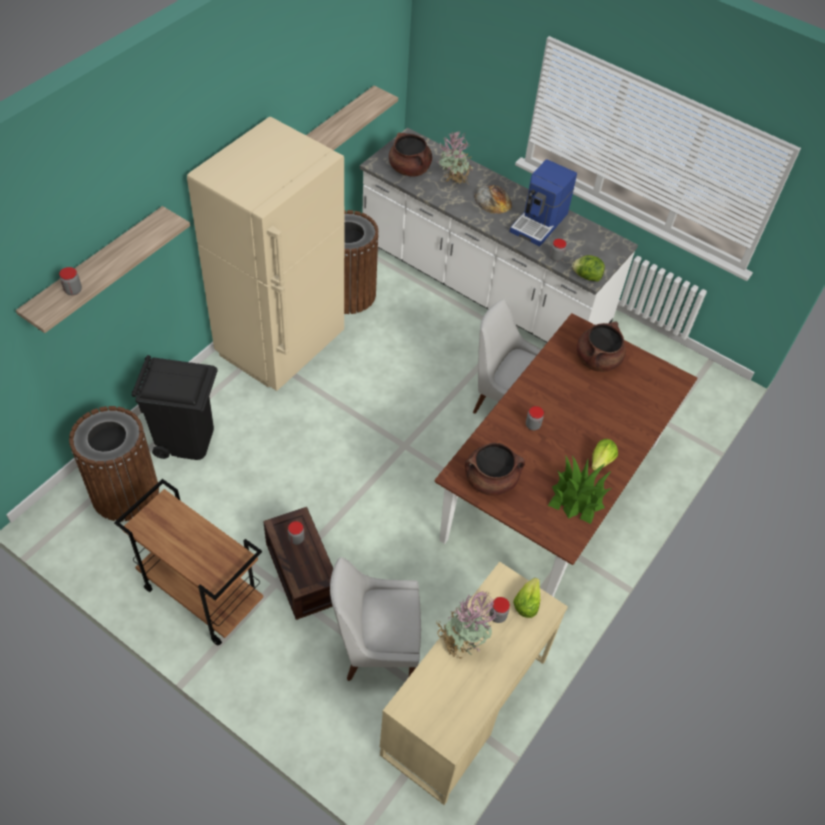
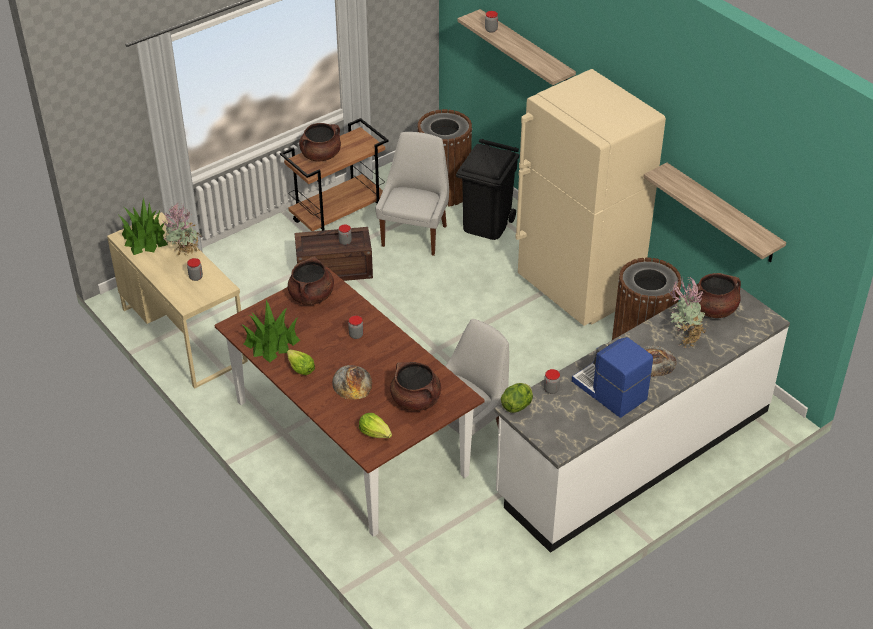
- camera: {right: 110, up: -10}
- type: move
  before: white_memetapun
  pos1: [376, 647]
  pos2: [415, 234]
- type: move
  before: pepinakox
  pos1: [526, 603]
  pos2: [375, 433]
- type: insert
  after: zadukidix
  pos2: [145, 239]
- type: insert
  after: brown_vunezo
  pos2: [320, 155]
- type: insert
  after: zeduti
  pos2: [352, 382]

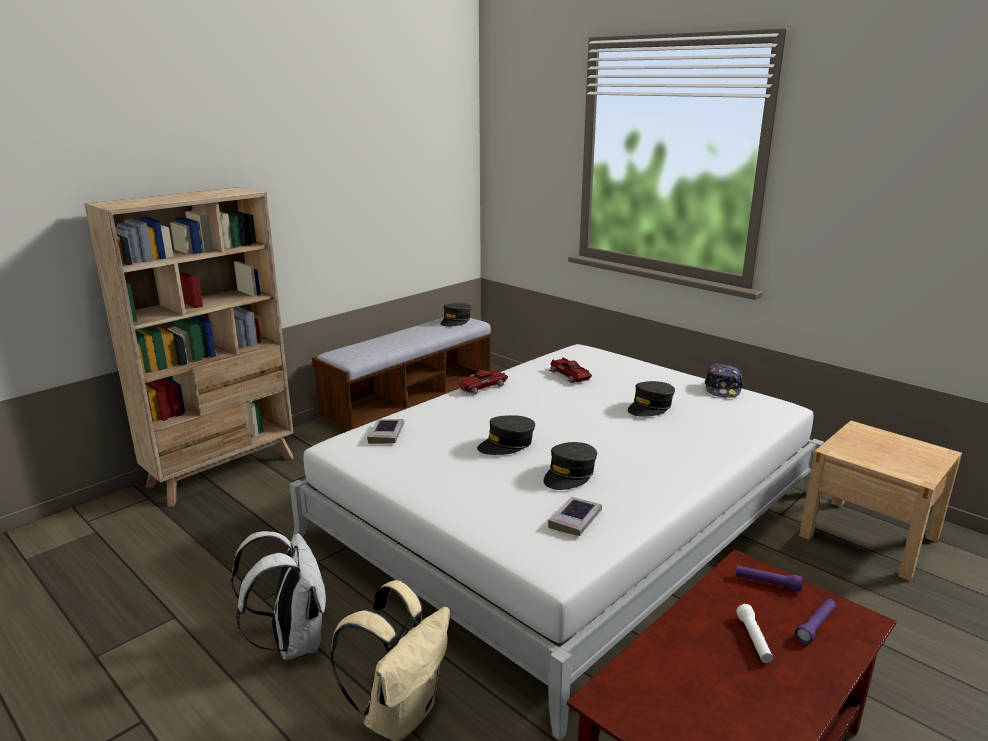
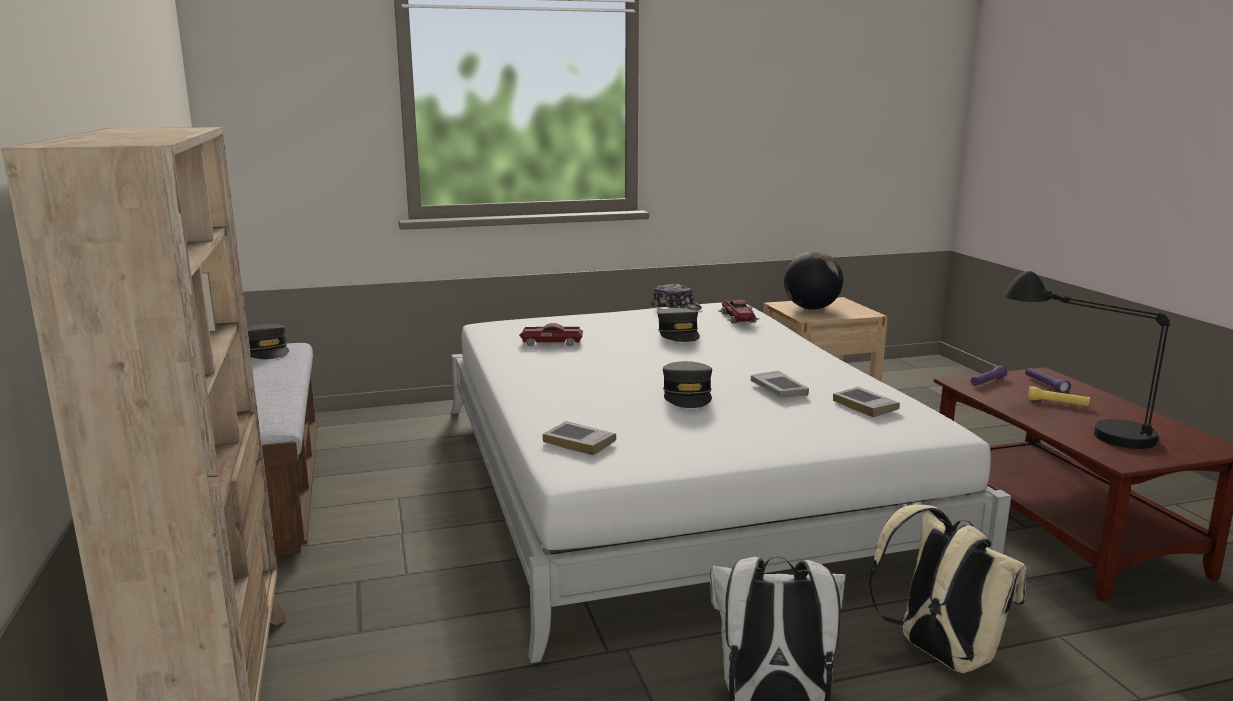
- camera: {right: -60, up: -5}
- type: move
  before: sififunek
  pos1: [482, 387]
  pos2: [738, 318]
- type: replace
  before: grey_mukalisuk
  after: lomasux
  pos1: [569, 475]
  pos2: [778, 389]
- type: recolor
  before: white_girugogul
  after: yellow_girugogul
  pos1: [754, 639]
  pos2: [1057, 403]
- type: insert
  after: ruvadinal
  pos2: [811, 308]
- type: insert
  after: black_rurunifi
  pos2: [1073, 424]

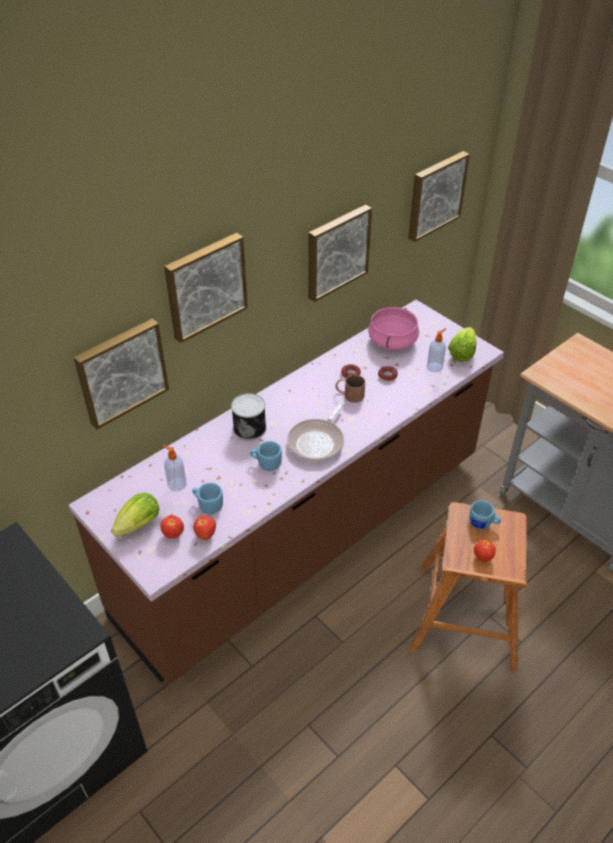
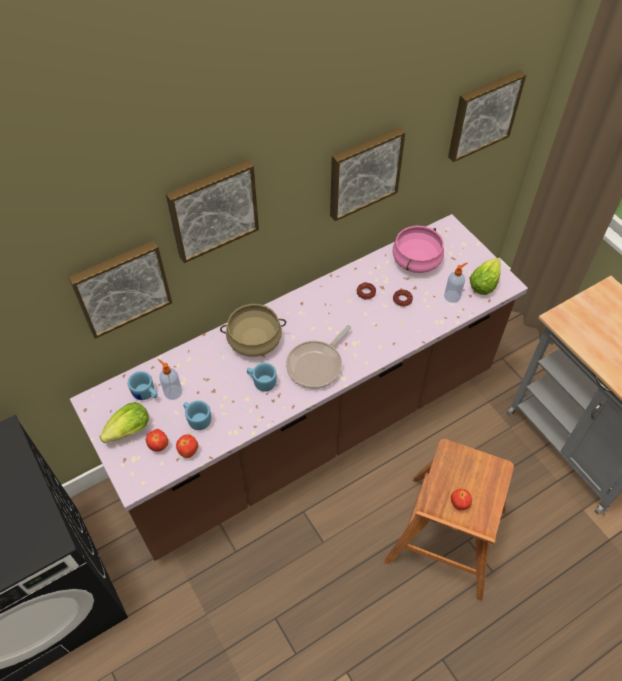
- camera: {right: 10, up: 10}
- type: replace
  before: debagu
  after: beige_vunezo
  pos1: [250, 428]
  pos2: [255, 340]
- type: delete
  before: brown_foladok
  pos1: [349, 394]
- type: move
  before: blue_foladok
  pos1: [483, 524]
  pos2: [146, 394]

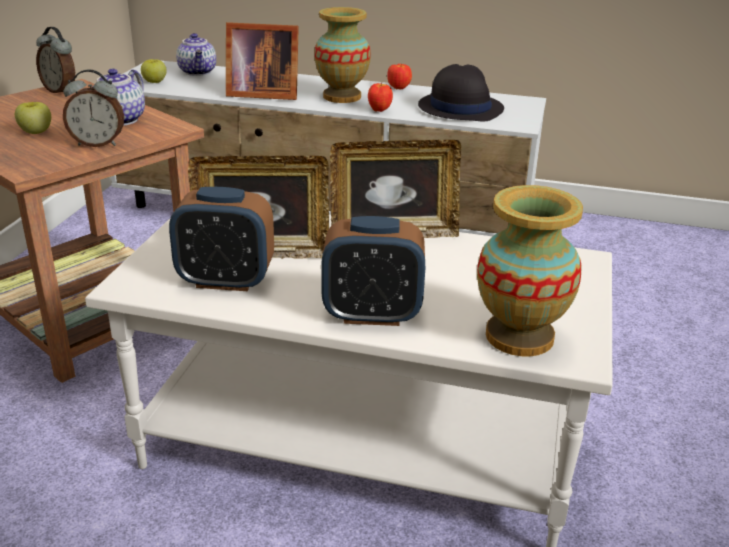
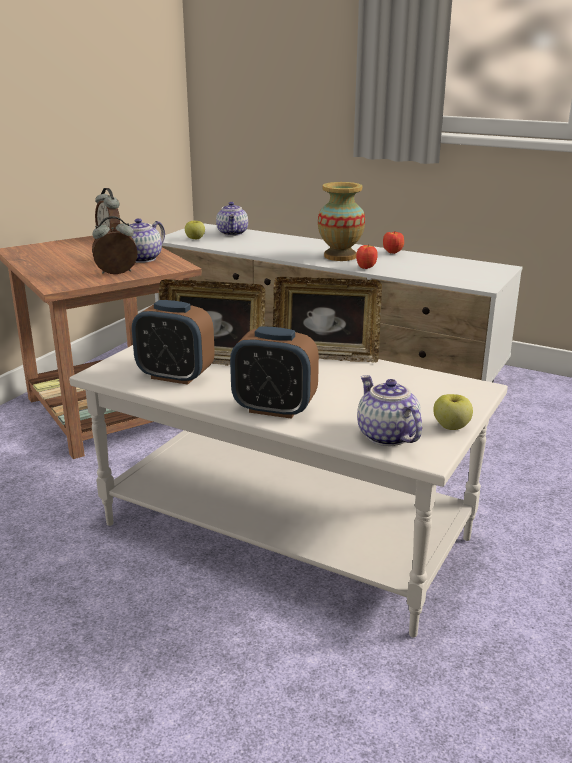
- camera: {right: 15, up: -5}
- type: move
  before: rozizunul
  pos1: [36, 132]
  pos2: [451, 427]
- type: rotate
  before: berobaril
  pos1: [98, 144]
  pos2: [117, 273]
  turn: 150
- type: delete
  before: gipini
  pos1: [261, 94]
- type: delete
  before: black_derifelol
  pos1: [460, 108]
- type: replace
  before: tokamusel
  after: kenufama
  pos1: [519, 337]
  pos2: [385, 436]

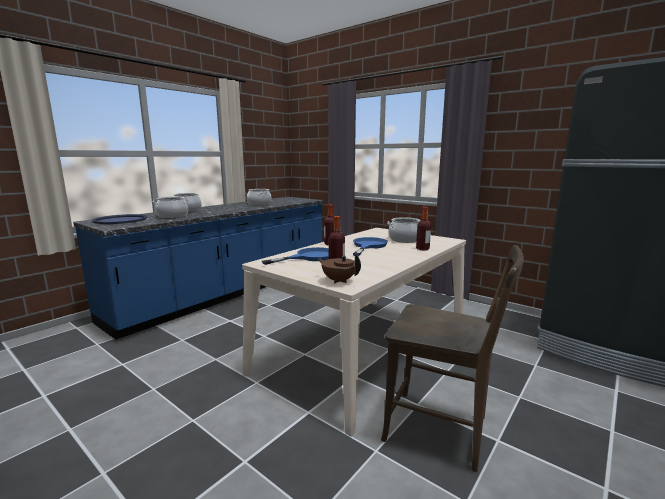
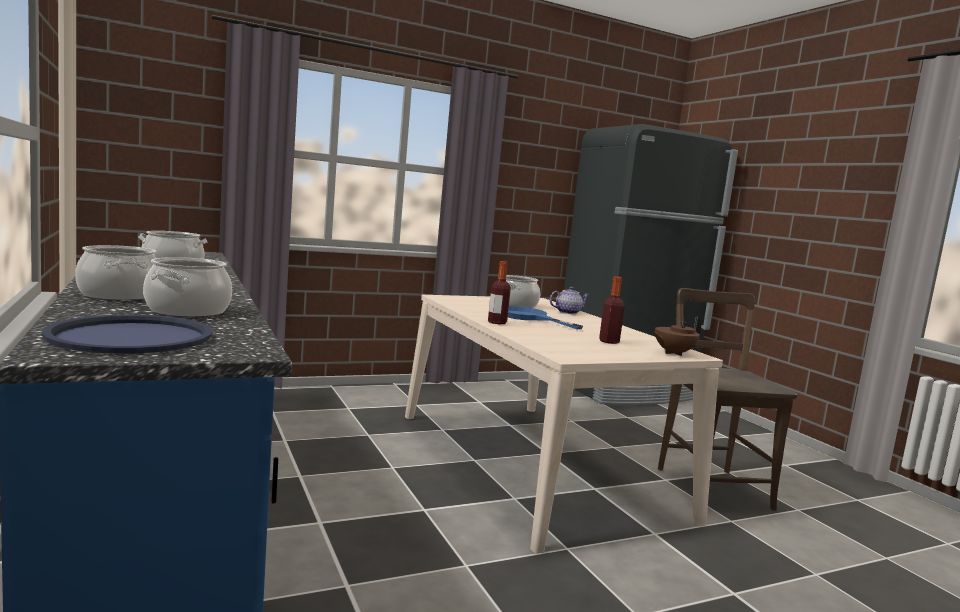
- camera: {right: -65, up: -5}
- type: delete
  before: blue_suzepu
  pos1: [309, 257]
- type: rotate
  before: brown_memetapun
  pos1: [442, 430]
  pos2: [710, 485]
  turn: -60
- type: replace
  before: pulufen
  after: kenufama
  pos1: [422, 249]
  pos2: [567, 312]

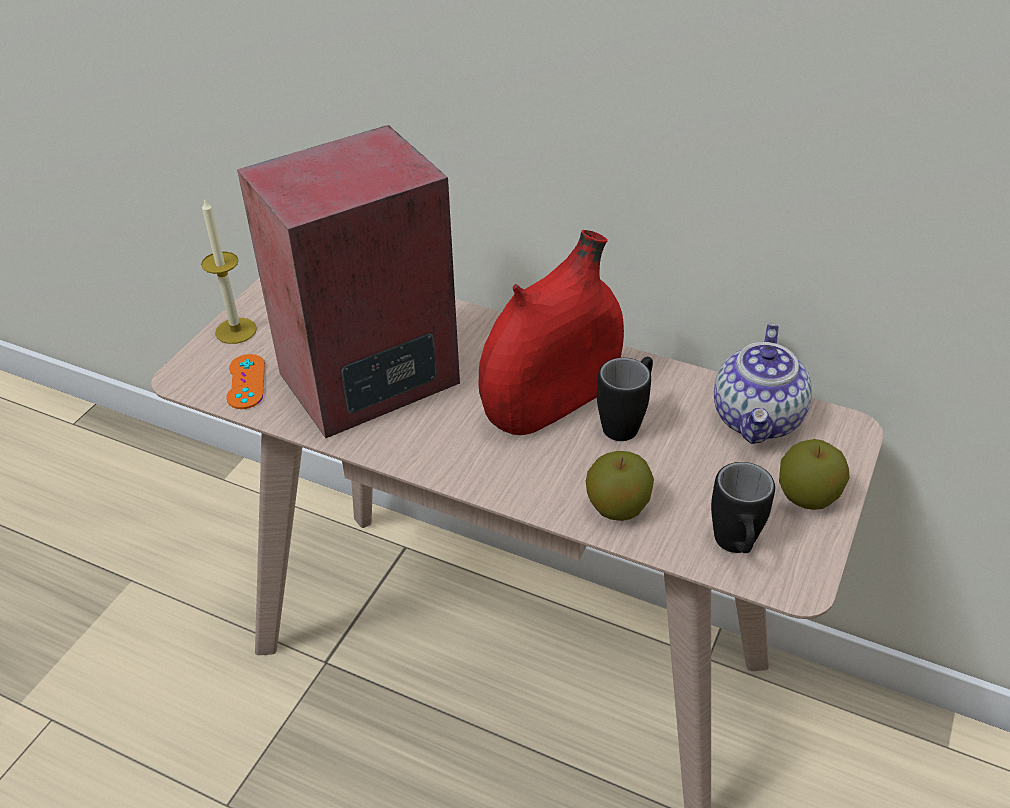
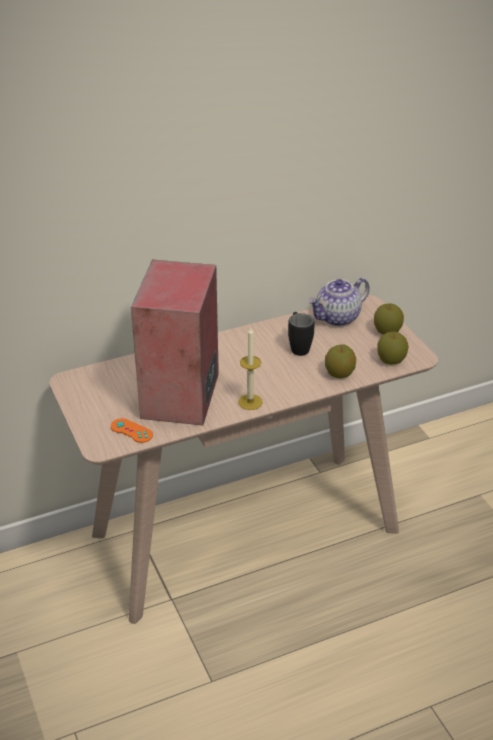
- camera: {right: -50, up: -5}
- type: move
  before: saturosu
  pos1: [236, 331]
  pos2: [250, 402]
- type: delete
  before: red_tokamusel
  pos1: [551, 399]
- type: replace
  before: black_foladok
  after: rozizunul
  pos1: [736, 549]
  pos2: [391, 360]
- type: rotate
  before: kenufama
  pos1: [758, 419]
  pos2: [337, 318]
  turn: 90

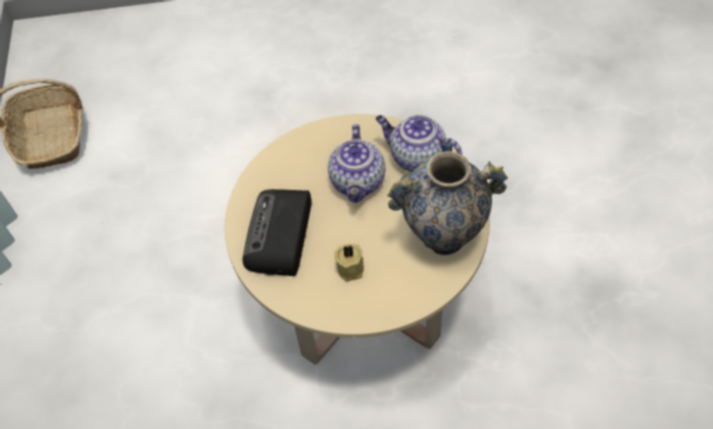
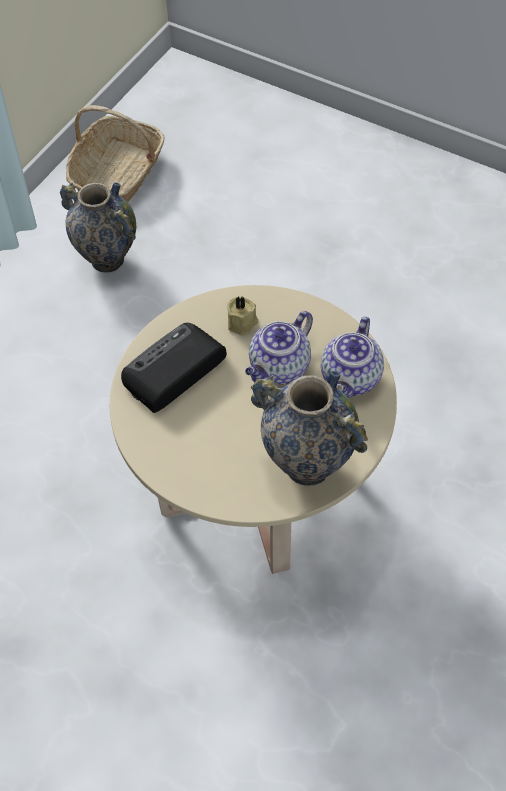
- camera: {right: 35, up: 0}
- type: move
  before: beige_saturosu
  pos1: [351, 267]
  pos2: [243, 323]
- type: rotate
  before: kenufama
  pos1: [416, 157]
  pos2: [351, 379]
  turn: -135
- type: insert
  after: tokamusel
  pos2: [107, 260]

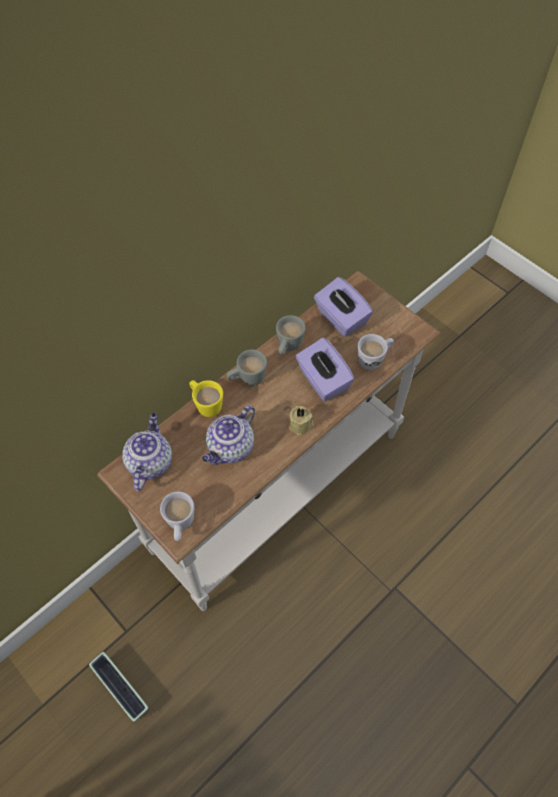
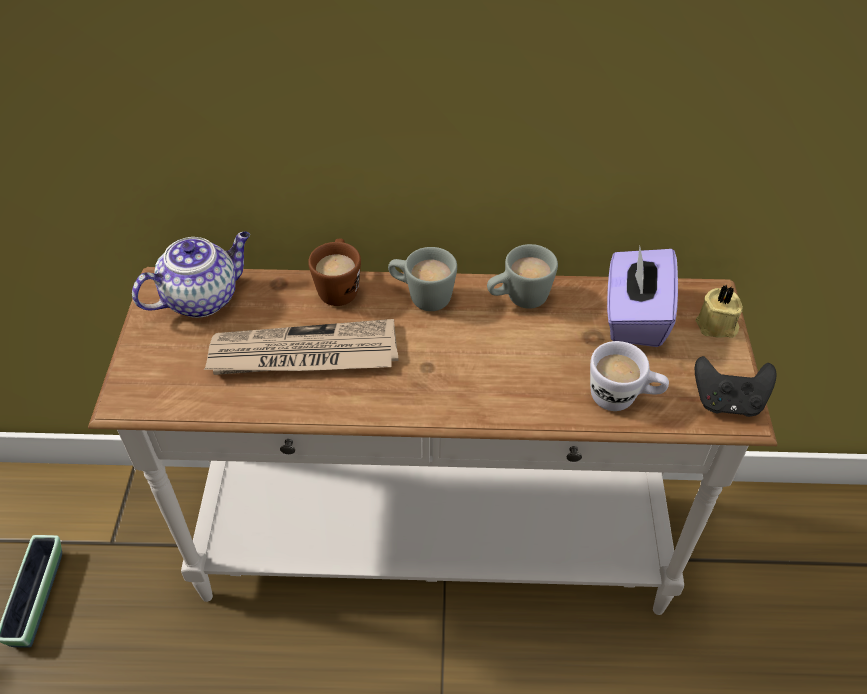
- camera: {right: 45, up: -10}
- type: delete
  before: white_foladok
  pos1: [180, 525]
- type: recolor
  before: yellow_foladok
  after: brown_foladok
  pos1: [206, 404]
  pos2: [339, 287]
- type: replace
  before: kenufama
  after: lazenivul
  pos1: [230, 448]
  pos2: [303, 355]
- type: move
  before: beige_saturosu
  pos1: [301, 425]
  pos2: [717, 326]
- type: delete
  before: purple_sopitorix
  pos1: [322, 380]
- type: insert
  after: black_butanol
  pos2: [727, 402]

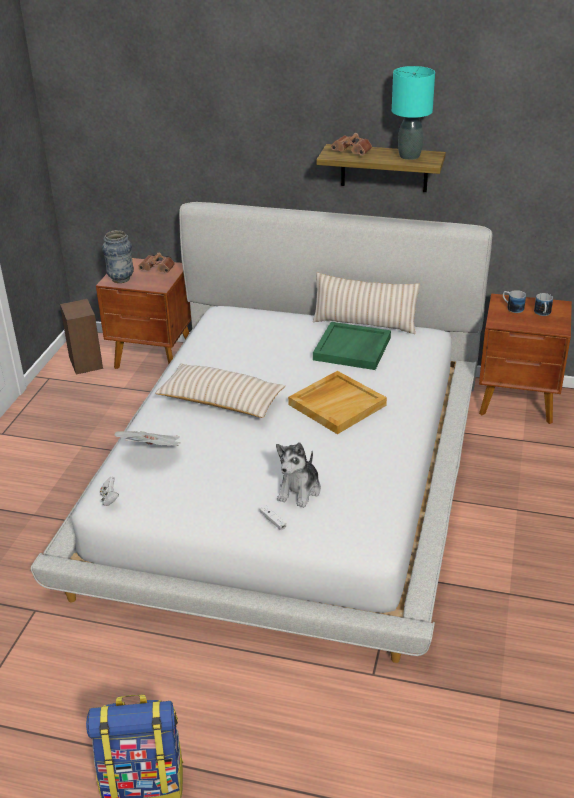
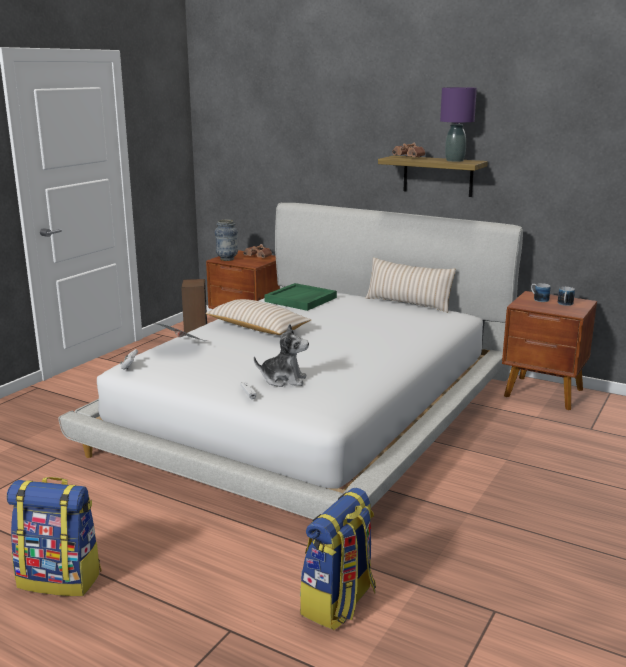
- camera: {right: 15, up: -15}
- type: rotate
  before: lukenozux
  pos1: [299, 490]
  pos2: [284, 380]
  turn: -120
- type: delete
  before: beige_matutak
  pos1: [337, 404]
- type: move
  before: green_matutak
  pos1: [352, 349]
  pos2: [301, 300]
- type: recolor
  before: turquoise_rurunifi
  after: purple_rurunifi
  pos1: [409, 156]
  pos2: [454, 160]
- type: insert
  after: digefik
  pos2: [339, 603]

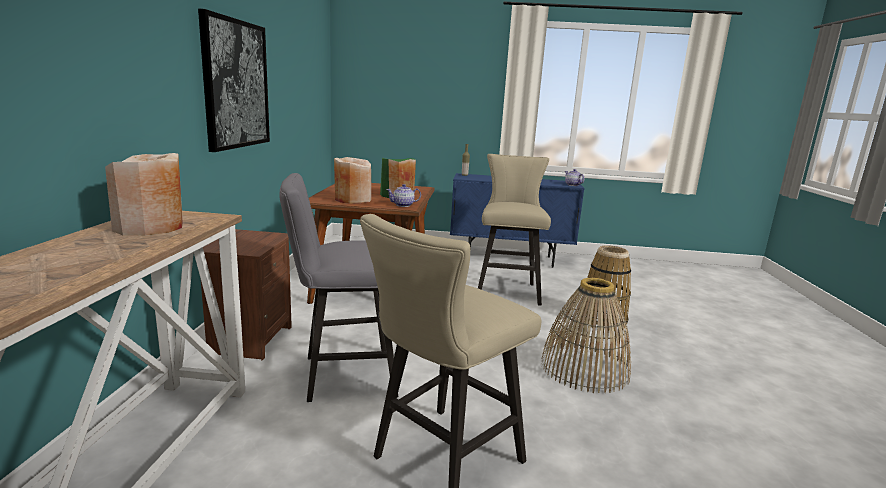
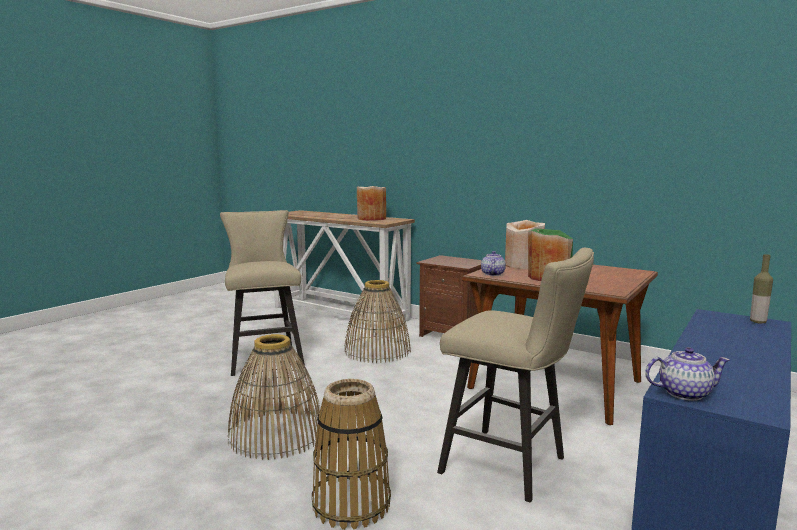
- camera: {right: 120, up: -5}
- type: delete
  before: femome
  pos1: [236, 84]
- type: replace
  before: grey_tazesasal
  after: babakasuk
  pos1: [341, 375]
  pos2: [377, 351]

